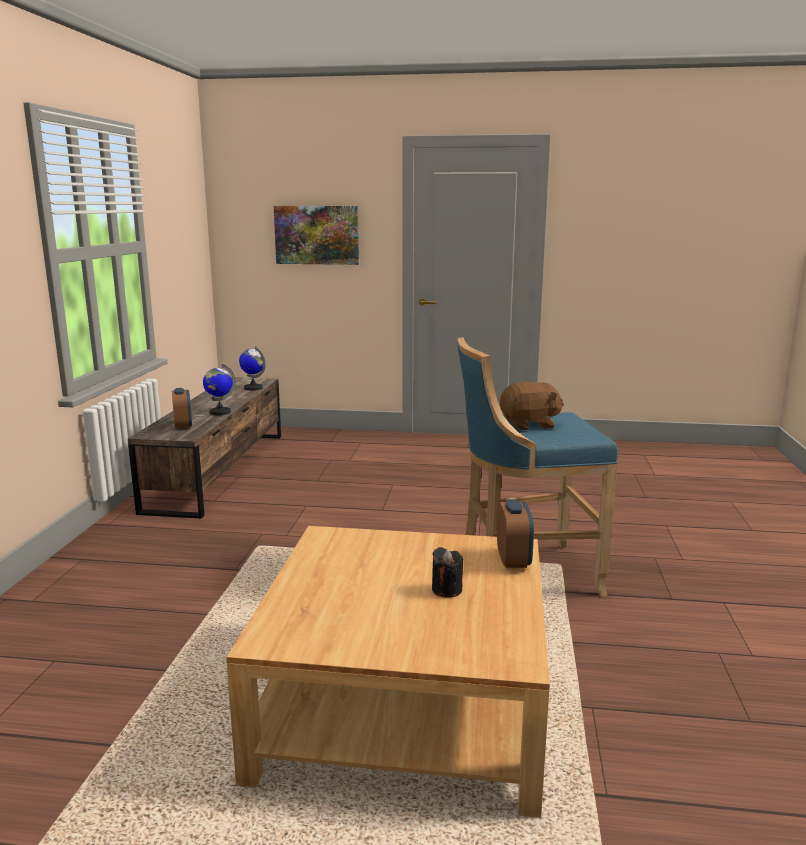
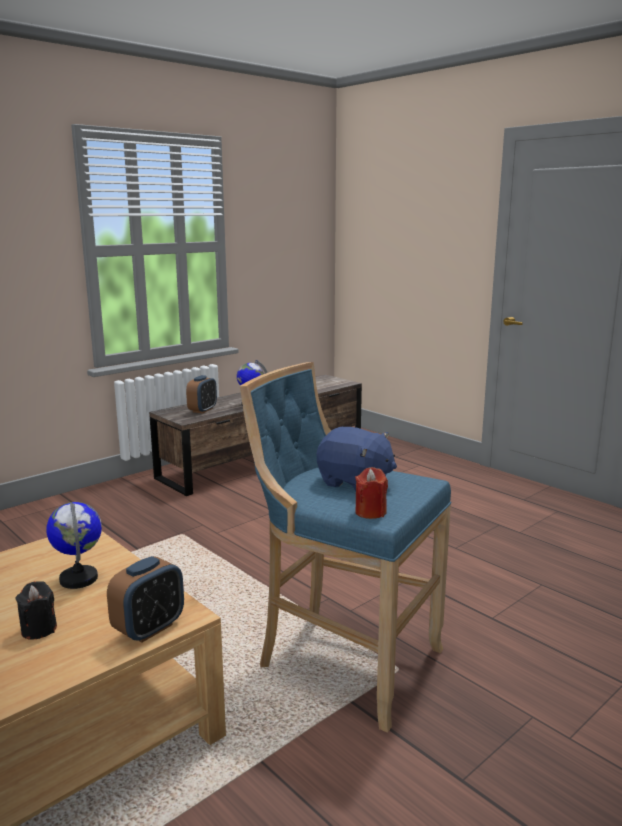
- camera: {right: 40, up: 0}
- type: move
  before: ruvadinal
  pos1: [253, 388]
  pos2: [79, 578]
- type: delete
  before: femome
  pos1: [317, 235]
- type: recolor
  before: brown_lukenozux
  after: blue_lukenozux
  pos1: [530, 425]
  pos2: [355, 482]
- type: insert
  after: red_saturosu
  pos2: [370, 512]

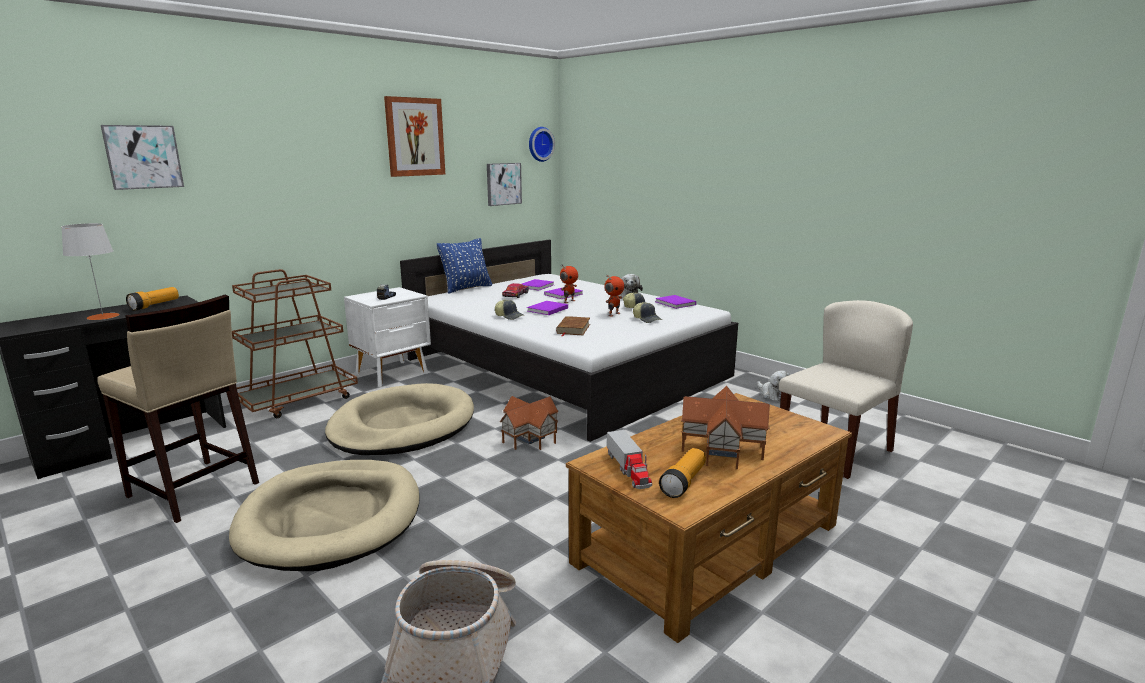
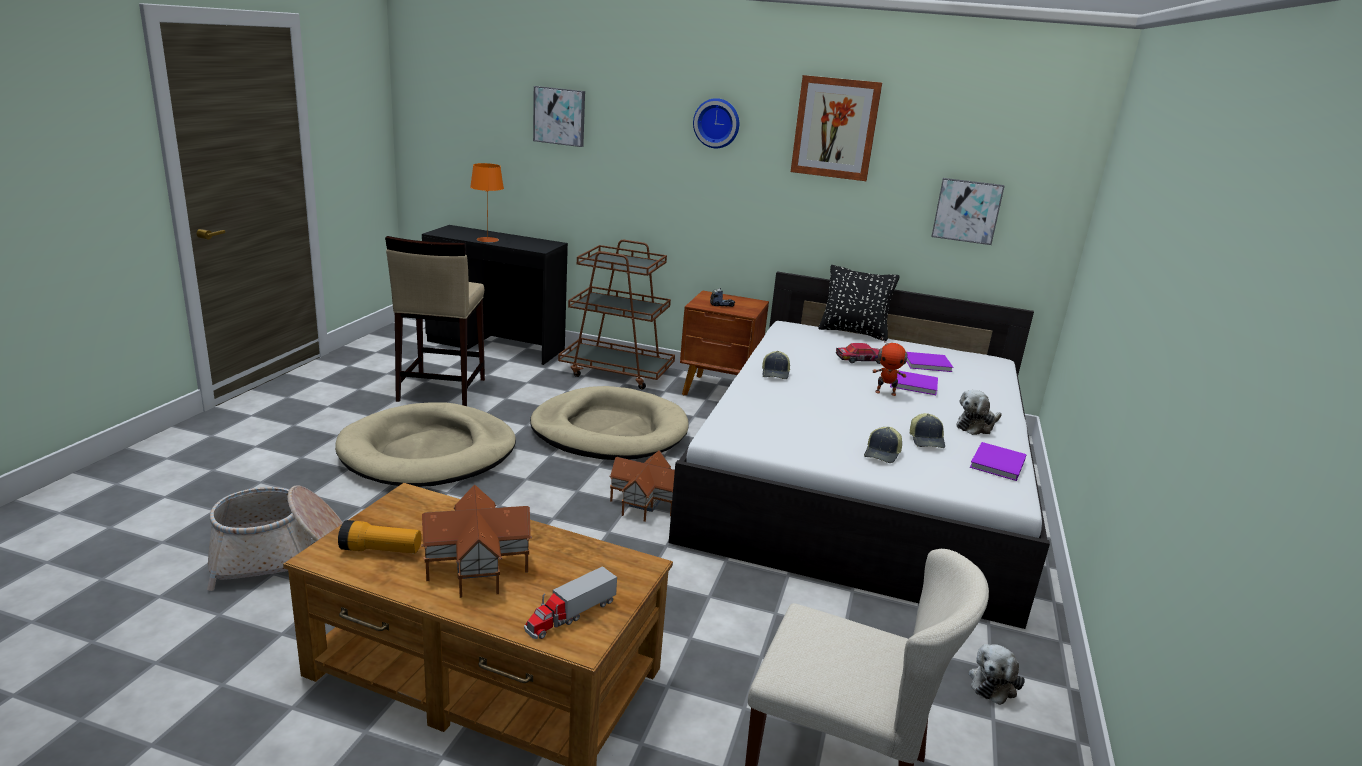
- camera: {right: 60, up: 5}
- type: recolor
  before: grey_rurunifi
  after: orange_rurunifi
  pos1: [103, 316]
  pos2: [487, 240]
- type: delete
  before: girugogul
  pos1: [155, 305]
- type: recolor
  before: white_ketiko
  after: brown_ketiko
  pos1: [393, 374]
  pos2: [720, 391]
- type: recolor
  before: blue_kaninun
  after: black_kaninun
  pos1: [466, 288]
  pos2: [853, 332]
- type: delete
  before: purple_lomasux
  pos1: [547, 310]
- type: move
  before: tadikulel
  pos1: [539, 144]
  pos2: [717, 123]
- type: delete
  before: brown_lomasux
  pos1: [573, 329]
- type: delete
  before: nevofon
  pos1: [613, 314]
- type: move
  before: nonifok
  pos1: [628, 469]
  pos2: [570, 615]

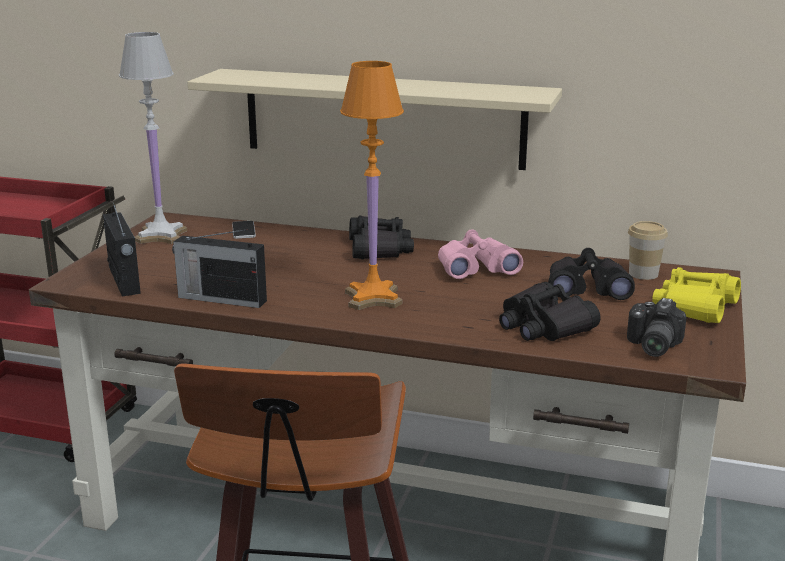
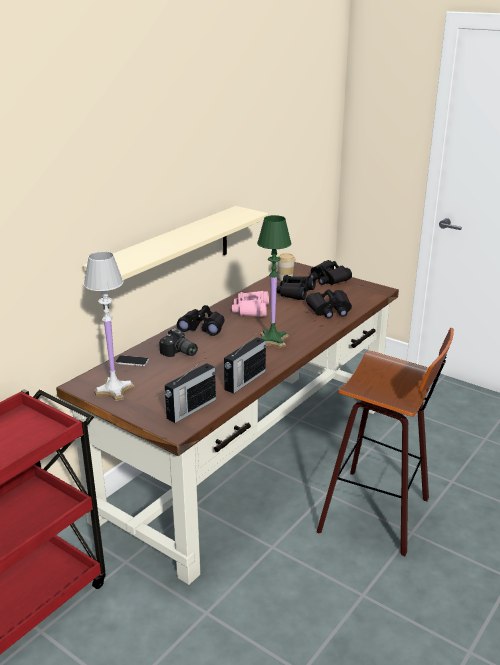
- camera: {right: -70, up: 5}
- type: rotate
  before: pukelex
  pos1: [124, 280]
  pos2: [190, 409]
  turn: 135
- type: recolor
  before: orange_rurunifi
  after: green_rurunifi
  pos1: [374, 298]
  pos2: [272, 340]
- type: move
  before: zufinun
  pos1: [651, 346]
  pos2: [179, 353]
- type: recolor
  before: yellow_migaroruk
  after: black_migaroruk
  pos1: [695, 307]
  pos2: [328, 279]

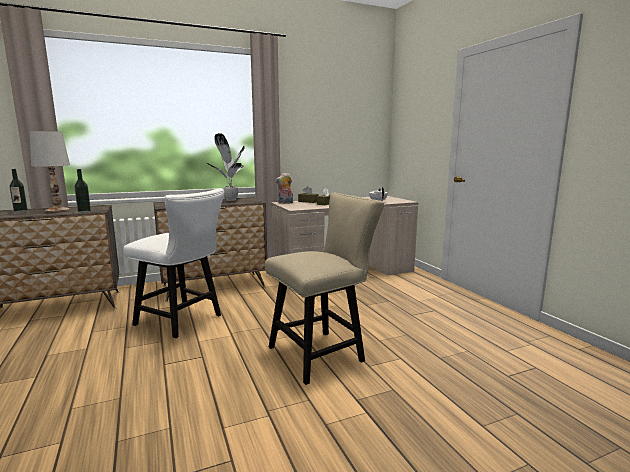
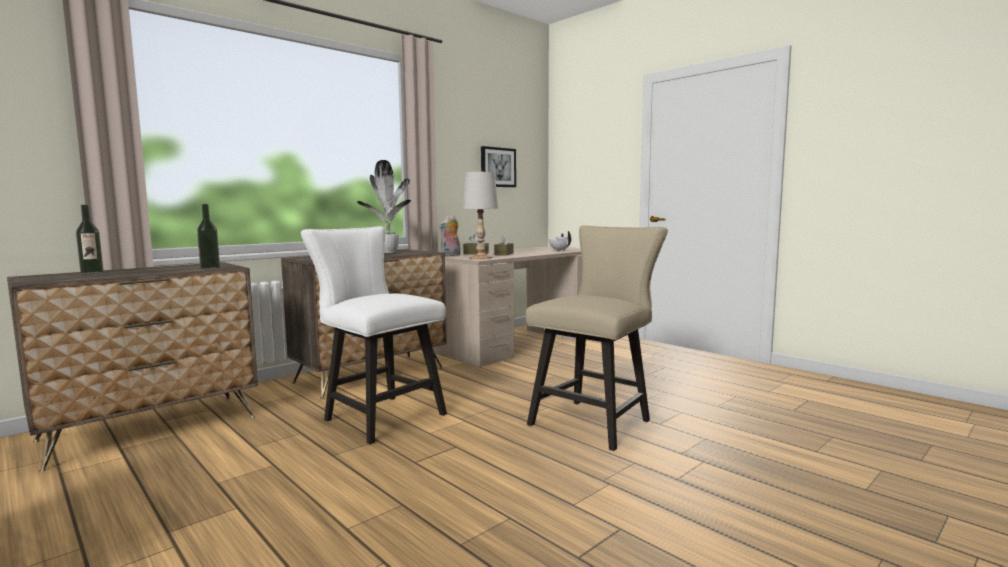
- camera: {right: -20, up: -5}
- type: move
  before: white_rurunifi
  pos1: [58, 210]
  pos2: [481, 257]
- type: rotate
  before: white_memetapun
  pos1: [183, 321]
  pos2: [378, 416]
  turn: -150
- type: insert
  after: femome
  pos2: [497, 167]

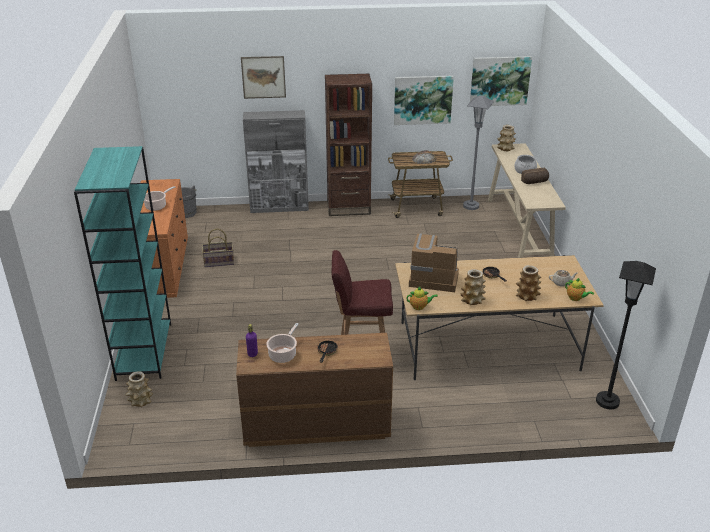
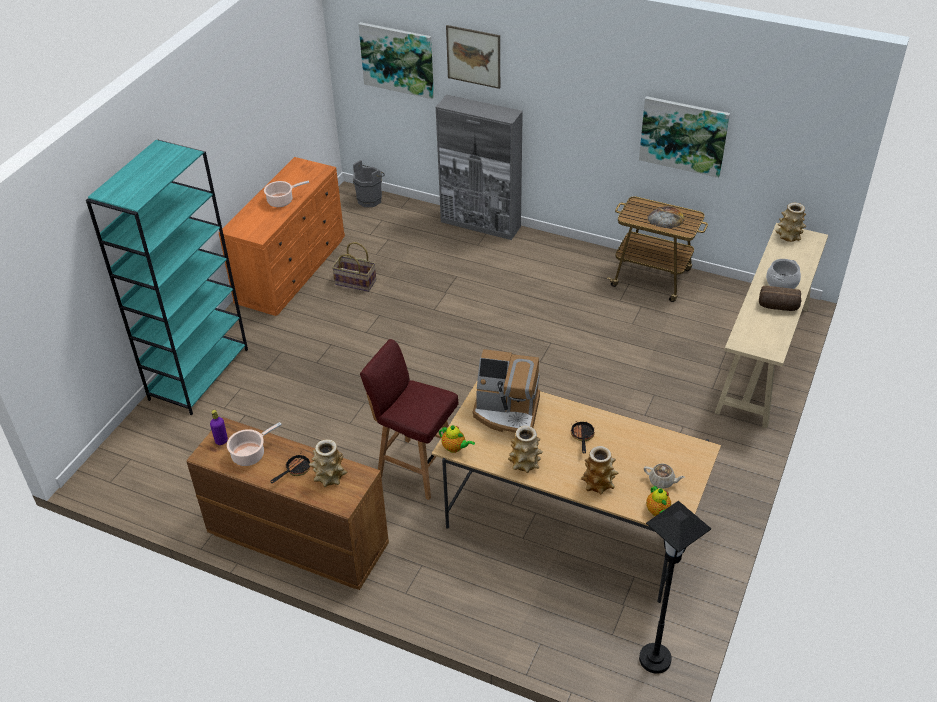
- camera: {right: 30, up: 10}
- type: move
  before: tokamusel
  pos1: [140, 401]
  pos2: [329, 477]
- type: delete
  before: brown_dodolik
  pos1: [348, 208]
- type: rotate
  before: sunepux
  pos1: [433, 278]
  pos2: [507, 412]
  turn: 150
- type: delete
  before: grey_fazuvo
  pos1: [471, 206]
- type: move
  before: femome
  pos1: [500, 81]
  pos2: [397, 59]

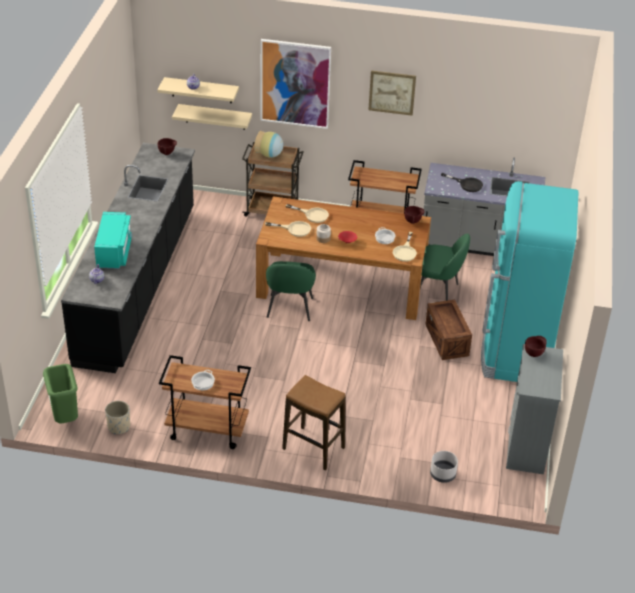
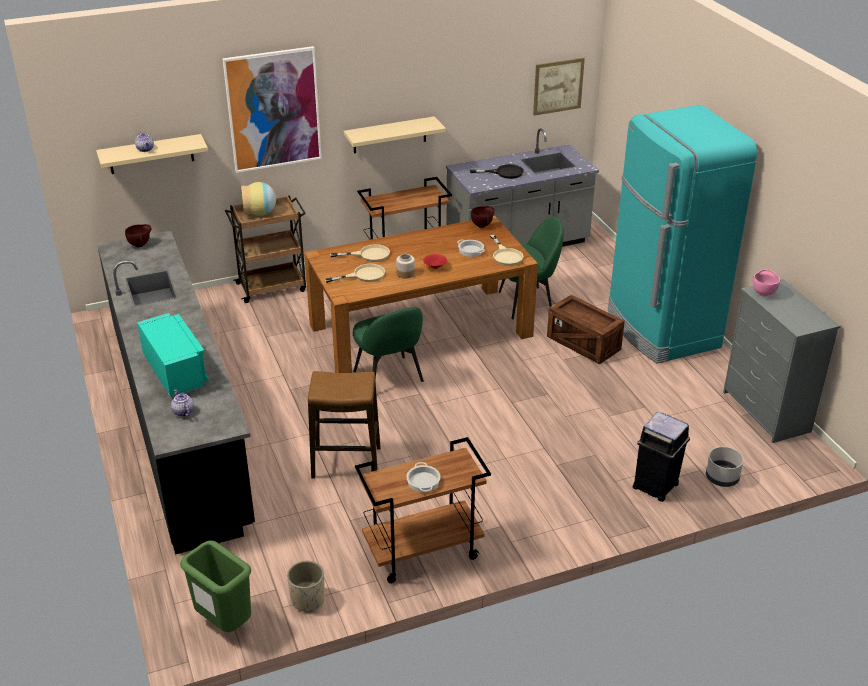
- camera: {right: -30, up: -5}
- type: move
  before: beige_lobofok
  pos1: [215, 117]
  pos2: [389, 135]
- type: move
  before: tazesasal
  pos1: [313, 448]
  pos2: [346, 463]
- type: move
  before: femome
  pos1: [392, 92]
  pos2: [558, 86]
- type: recolor
  before: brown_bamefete
  after: pink_bamefete
  pos1: [534, 354]
  pos2: [763, 293]
- type: insert
  after: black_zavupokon
  pos2: [656, 486]

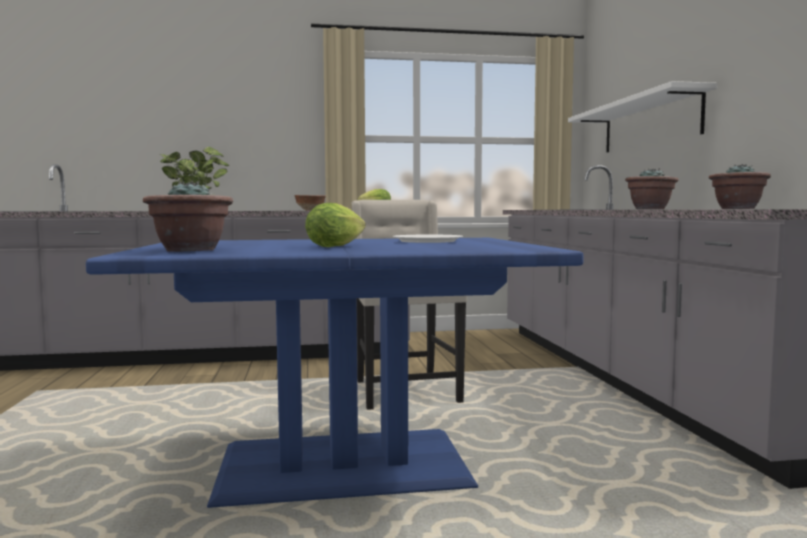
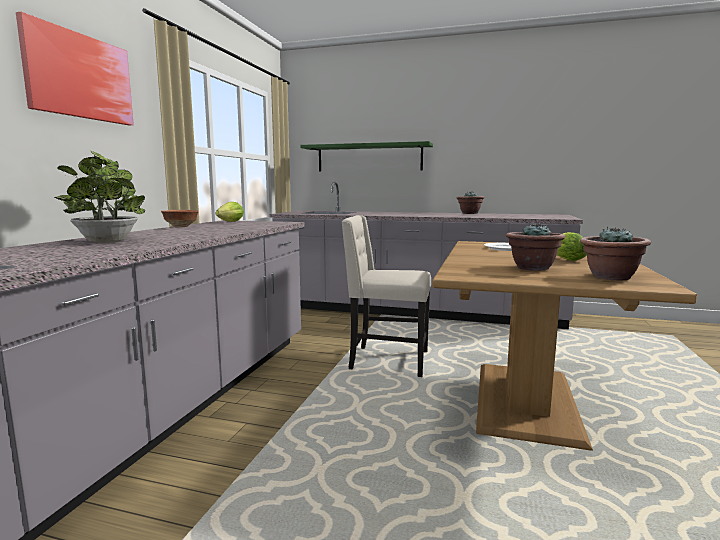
- camera: {right: -65, up: 5}
- type: recolor
  before: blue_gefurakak
  after: brown_gefurakak
  pos1: [343, 468]
  pos2: [528, 401]
- type: recolor
  before: white_lobofok
  after: green_lobofok
  pos1: [649, 124]
  pos2: [369, 158]
- type: move
  before: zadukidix
  pos1: [650, 209]
  pos2: [532, 268]
- type: insert
  after: femome
  pos2: [80, 76]

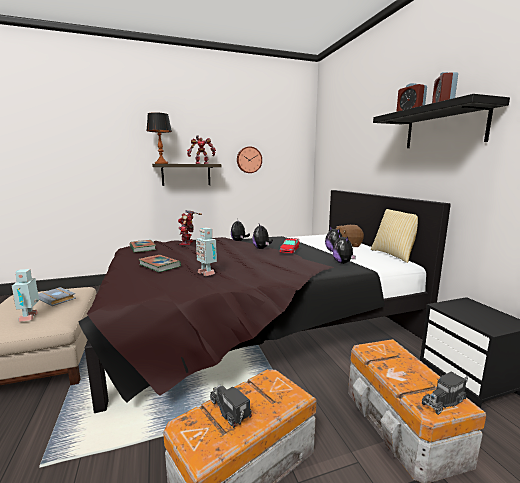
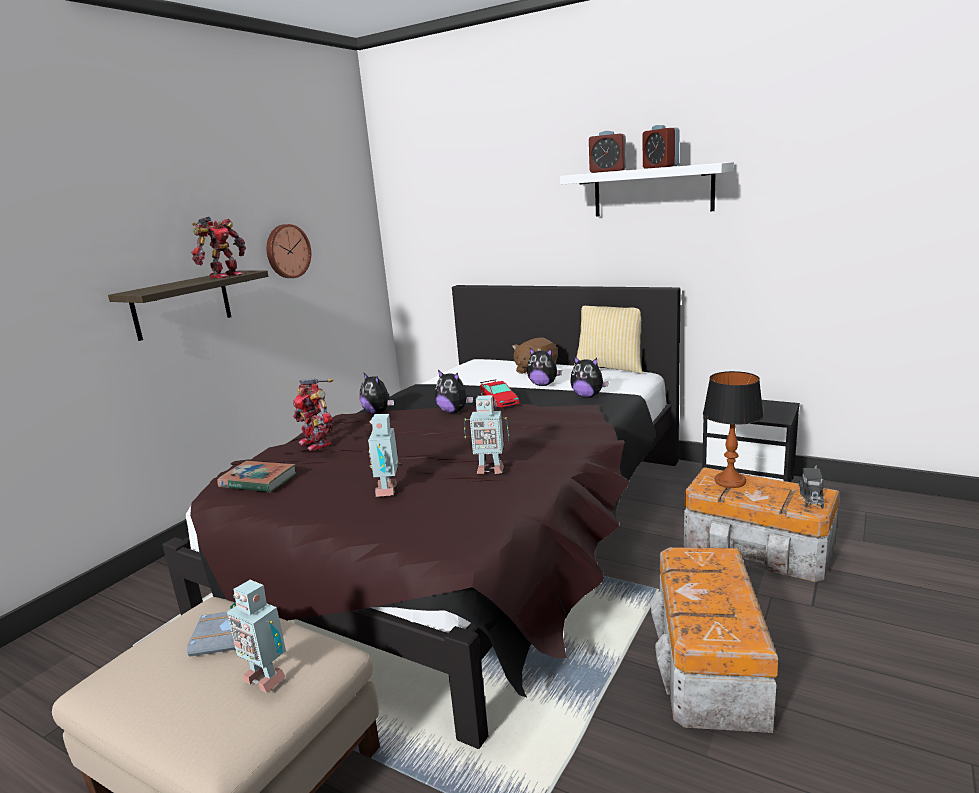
- camera: {right: -40, up: 5}
- type: replace
  before: lomasux
  after: nevofon
  pos1: [160, 265]
  pos2: [389, 490]
- type: move
  before: rurunifi
  pos1: [161, 163]
  pos2: [730, 481]
- type: delete
  before: nonifok
  pos1: [231, 411]
- type: recolor
  before: black_lobofok
  after: white_lobofok
  pos1: [444, 127]
  pos2: [652, 191]

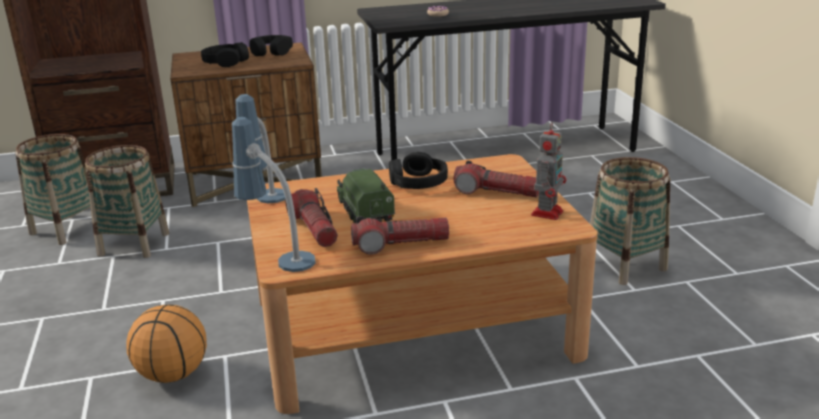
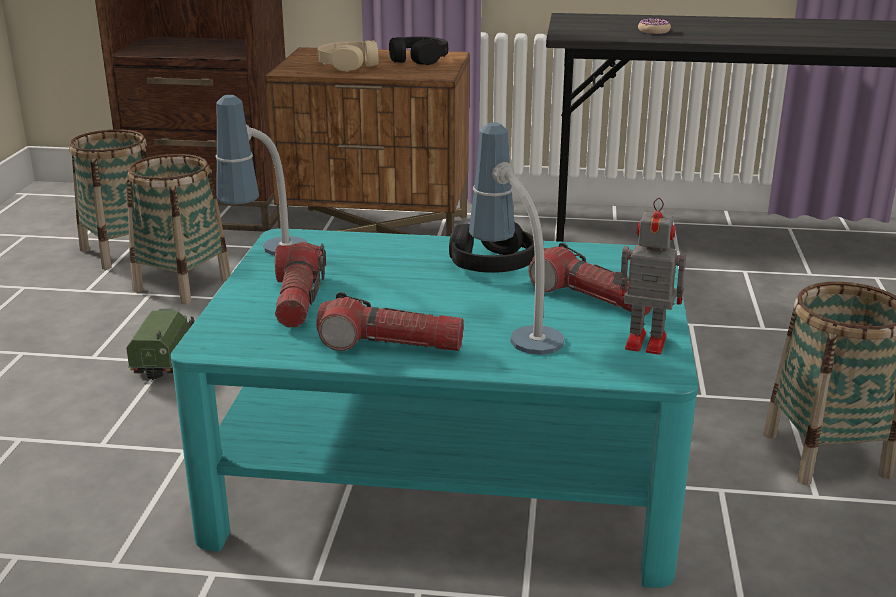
- camera: {right: 20, up: 0}
- type: delete
  before: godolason
  pos1: [171, 375]
- type: recolor
  before: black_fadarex
  after: beige_fadarex
  pos1: [225, 62]
  pos2: [349, 65]
- type: move
  before: rurunifi
  pos1: [277, 256]
  pos2: [514, 327]
- type: recolor
  before: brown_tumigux
  after: turquoise_tumigux
  pos1: [413, 326]
  pos2: [447, 471]
- type: move
  before: nonifok
  pos1: [364, 212]
  pos2: [167, 358]
- type: rotate
  before: nevofon
  pos1: [547, 212]
  pos2: [643, 342]
  turn: -120

